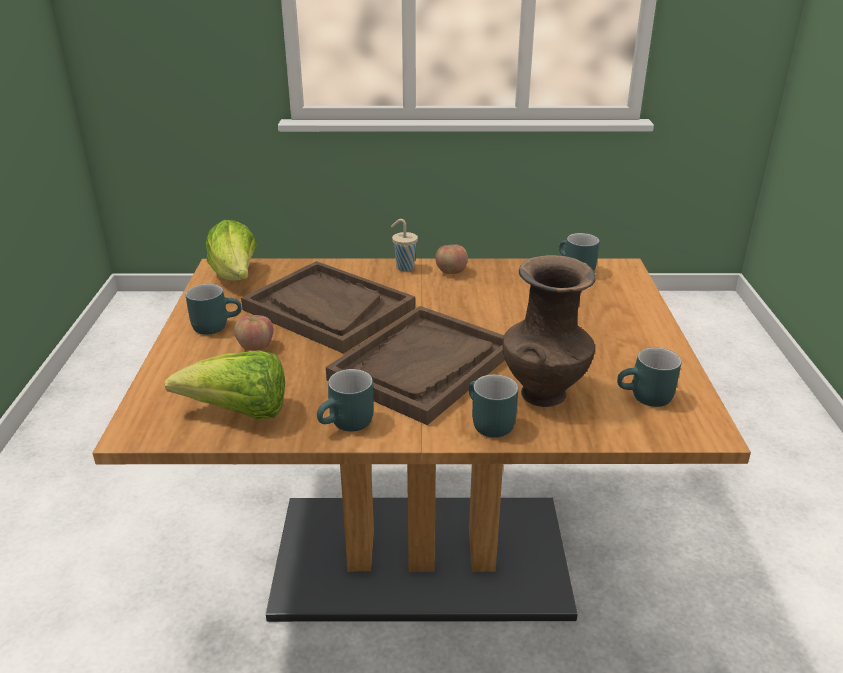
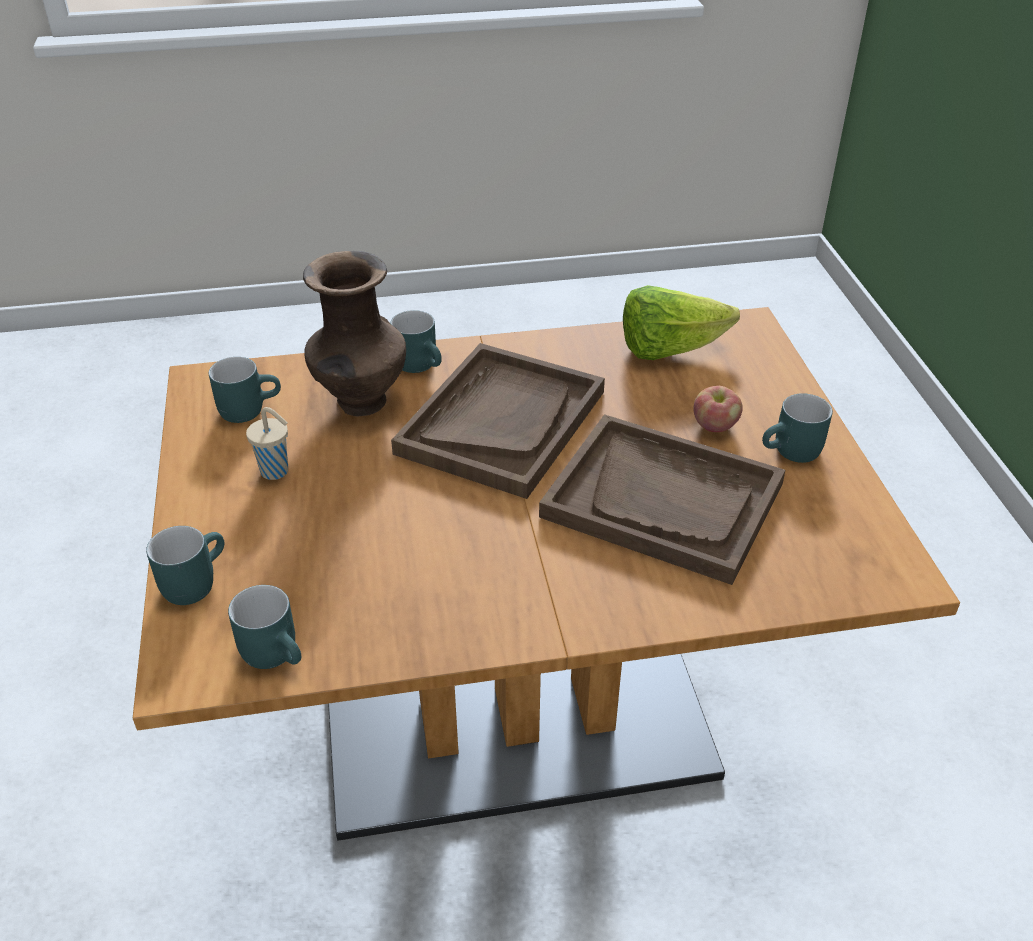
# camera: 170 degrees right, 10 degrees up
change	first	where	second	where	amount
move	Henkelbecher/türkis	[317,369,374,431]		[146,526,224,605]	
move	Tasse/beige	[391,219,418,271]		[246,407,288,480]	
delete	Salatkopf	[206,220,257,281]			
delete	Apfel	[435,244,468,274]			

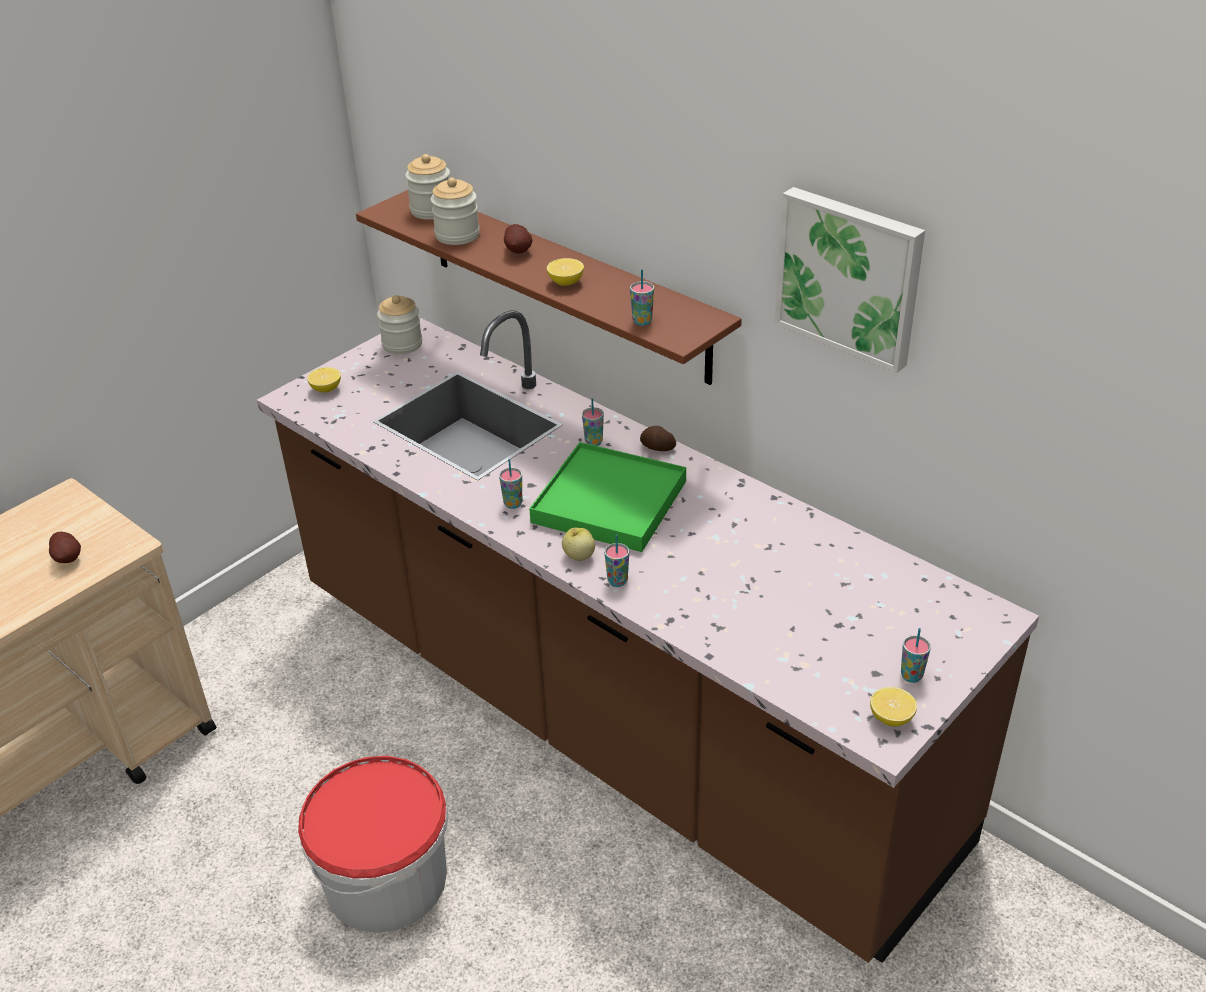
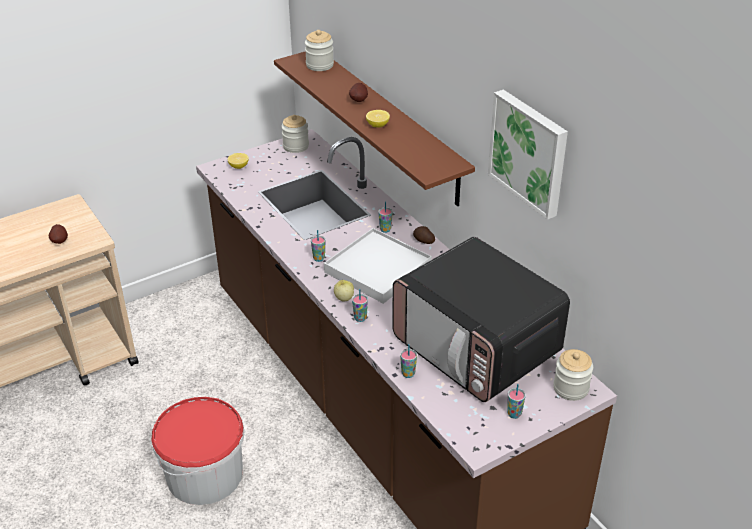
# camera: 15 degrees right, 0 degrees up
change	first	where	second	where	amount
recolor	Tablett/grün	[529,442,686,552]	Tablett/weiß	[324,228,432,304]	
insert			Mikrowelle	[392,237,570,402]	
move	Tasse	[630,269,654,326]		[400,344,417,378]	
move	Vorratsglas	[431,178,480,245]		[553,349,593,401]	
delete	Zitrone	[870,687,917,727]			

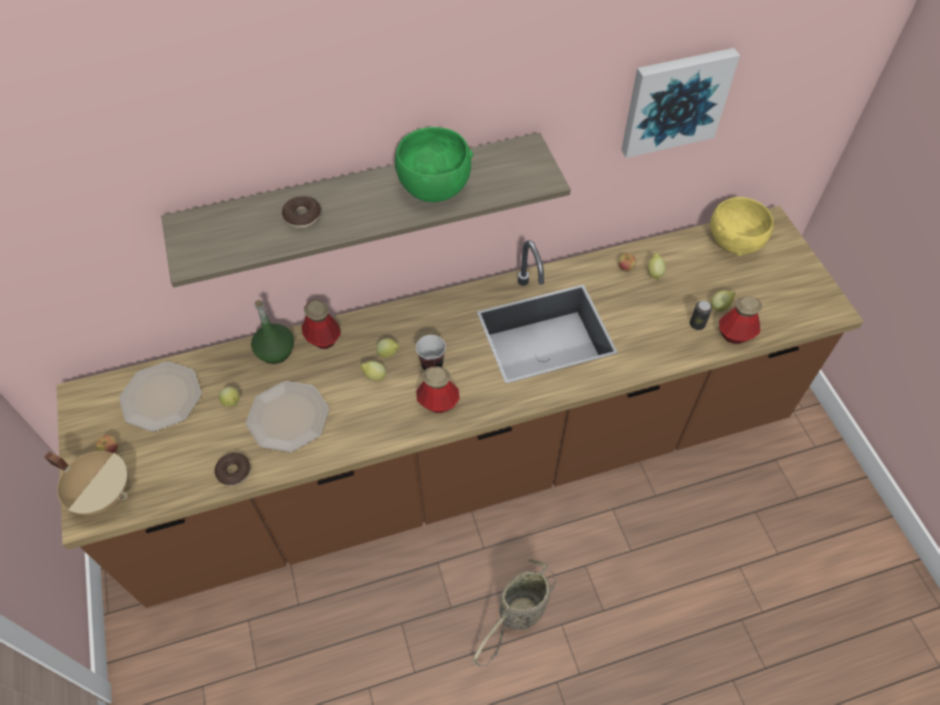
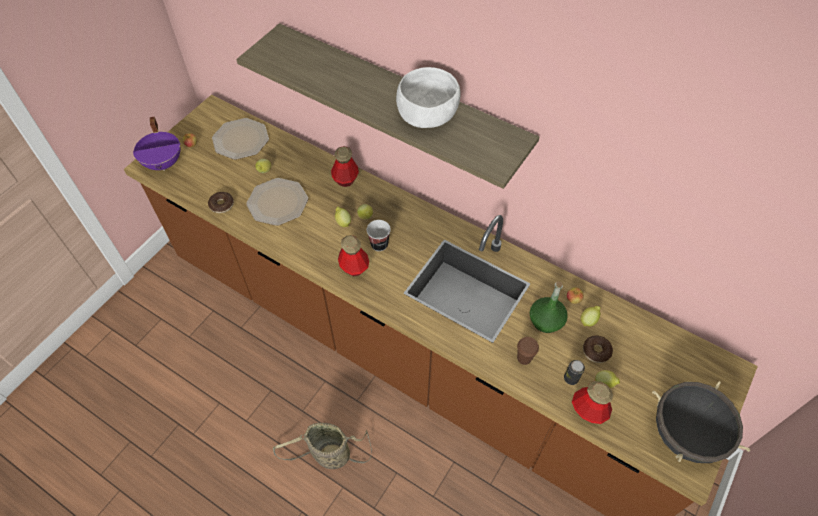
# camera: 50 degrees right, 0 degrees up
change	first	where	second	where	amount
recolor	Kochtopf/beige	[45,451,129,515]	Kochtopf/lila	[133,117,180,171]	
recolor	Schüssel/grün	[395,127,473,202]	Schüssel/weiß	[396,67,461,128]	
insert			Tasse/braun	[517,337,539,365]	
move	Flasche/grün	[251,300,294,364]		[530,281,568,333]	
move	Donut	[282,196,321,229]		[583,335,613,363]	
insert			Kochtopf/schwarz	[652,381,750,463]	
delete	Bild	[621,48,740,158]			
delete	Schüssel/gelb	[710,197,774,256]			

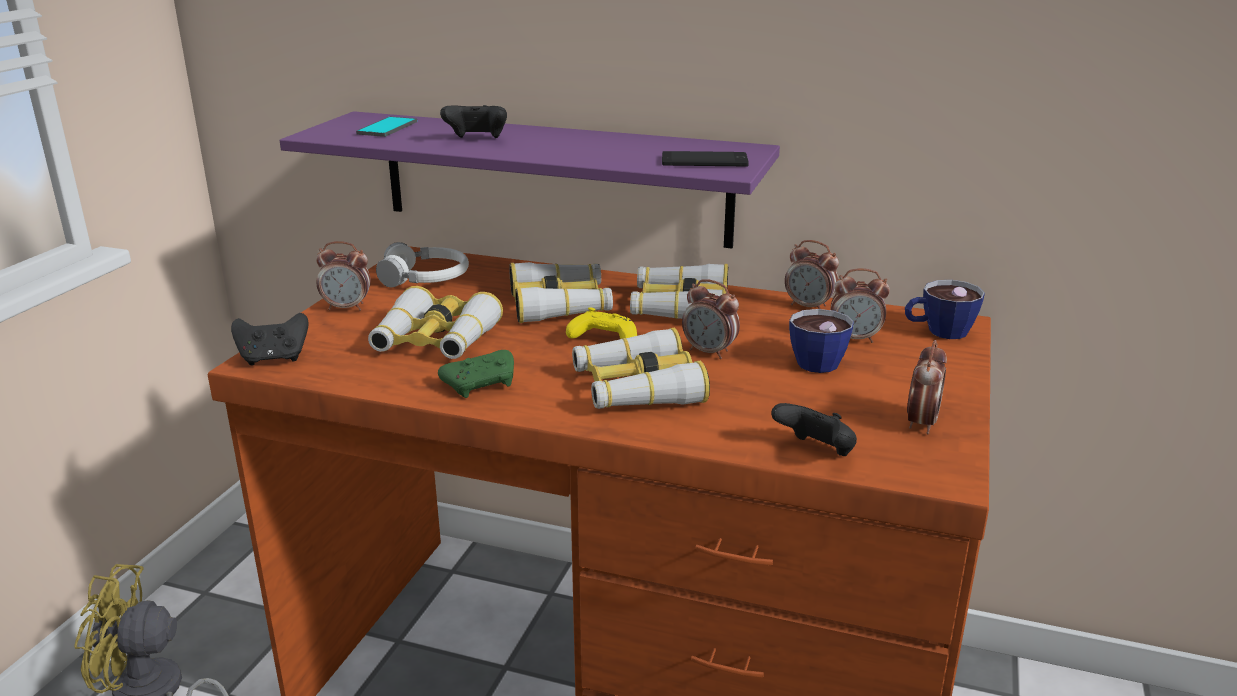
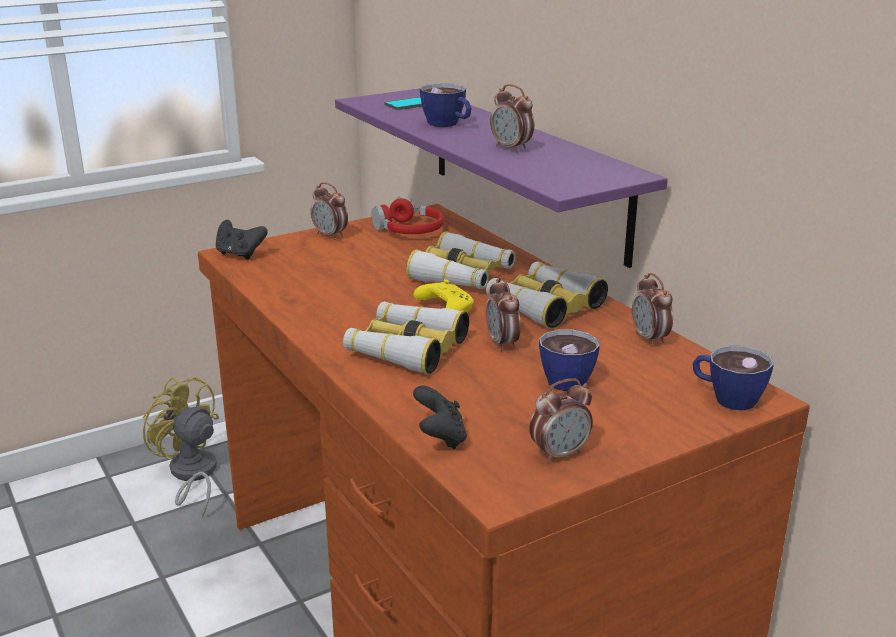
# camera: 40 degrees right, 0 degrees up
change	first	where	second	where	amount
recolor	Kopfhörer/weiß	[376,242,469,288]	Kopfhörer/rot	[372,197,444,234]	
replace	Gamepad/schwarz	[440,105,507,138]	Tasse	[420,83,471,127]	
move	Wecker	[830,268,890,343]		[490,84,534,152]	
delete	Fernglas	[368,286,503,359]			
delete	Gamepad/grün	[438,350,514,398]			
delete	Handy	[662,151,749,167]			

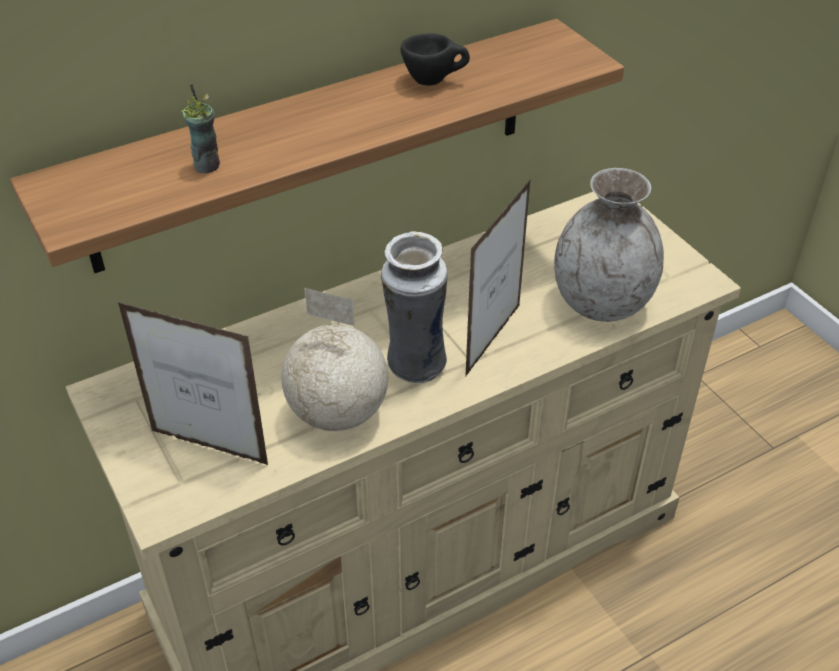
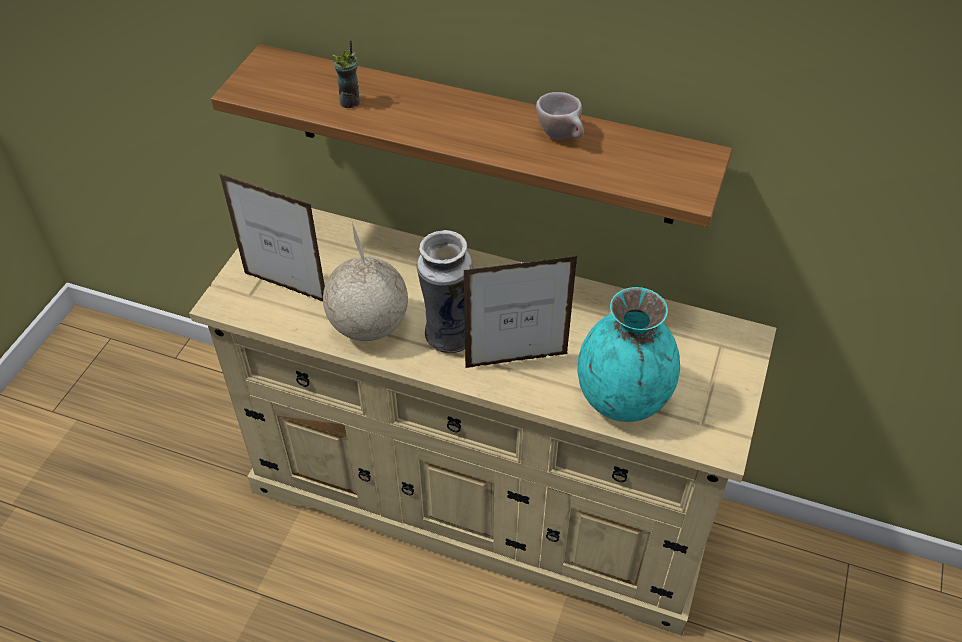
# camera: 50 degrees right, 5 degrees up
change	first	where	second	where	amount
rotate	Bilderrahmen	[117,302,268,465]		[220,174,325,301]	135 degrees clockwise
recolor	Tasse/schwarz	[401,33,470,86]	Tasse/beige	[536,92,584,140]	
recolor	Vase/grau	[554,168,664,322]	Vase/türkis	[577,287,680,422]	

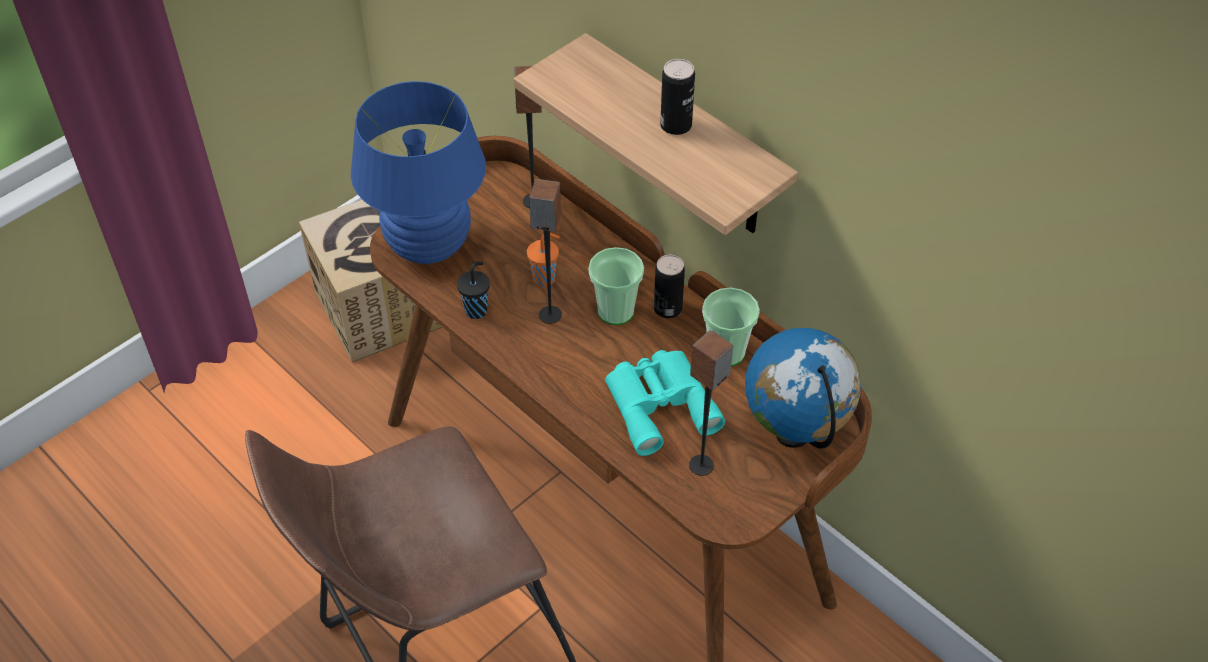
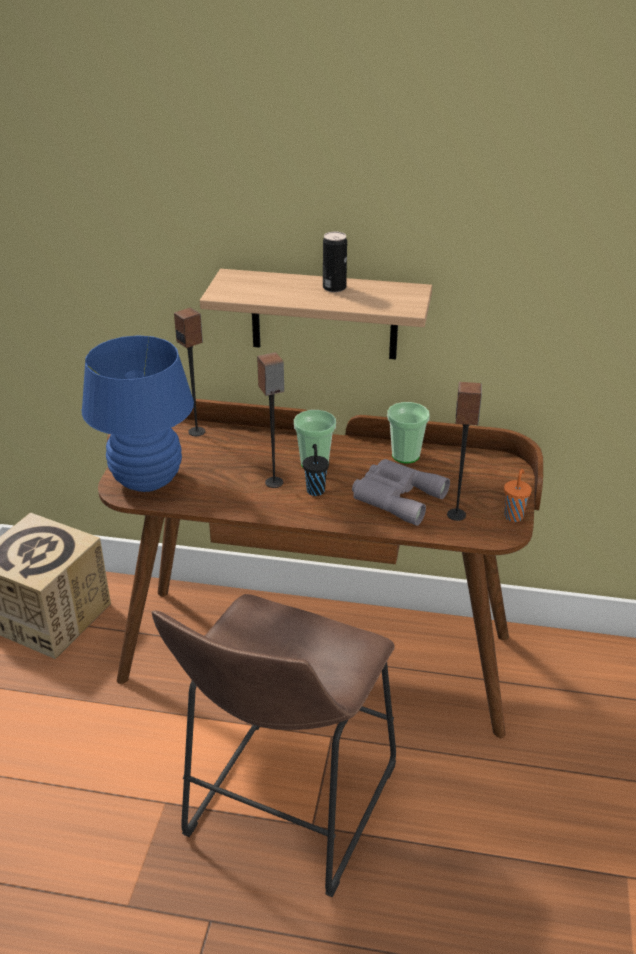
# camera: 35 degrees left, 15 degrees down
change	first	where	second	where	amount
move	Tasse/schwarz	[457,262,490,319]		[303,444,329,496]	
recolor	Fernglas/türkis	[605,350,725,456]	Fernglas/grau	[352,459,450,526]	
move	Tasse/orange	[527,233,560,287]		[504,469,532,522]	
delete	Dose	[654,255,685,318]			
delete	Globus	[745,328,861,449]			

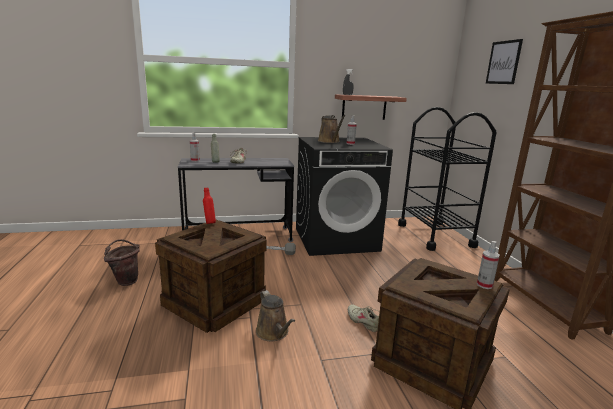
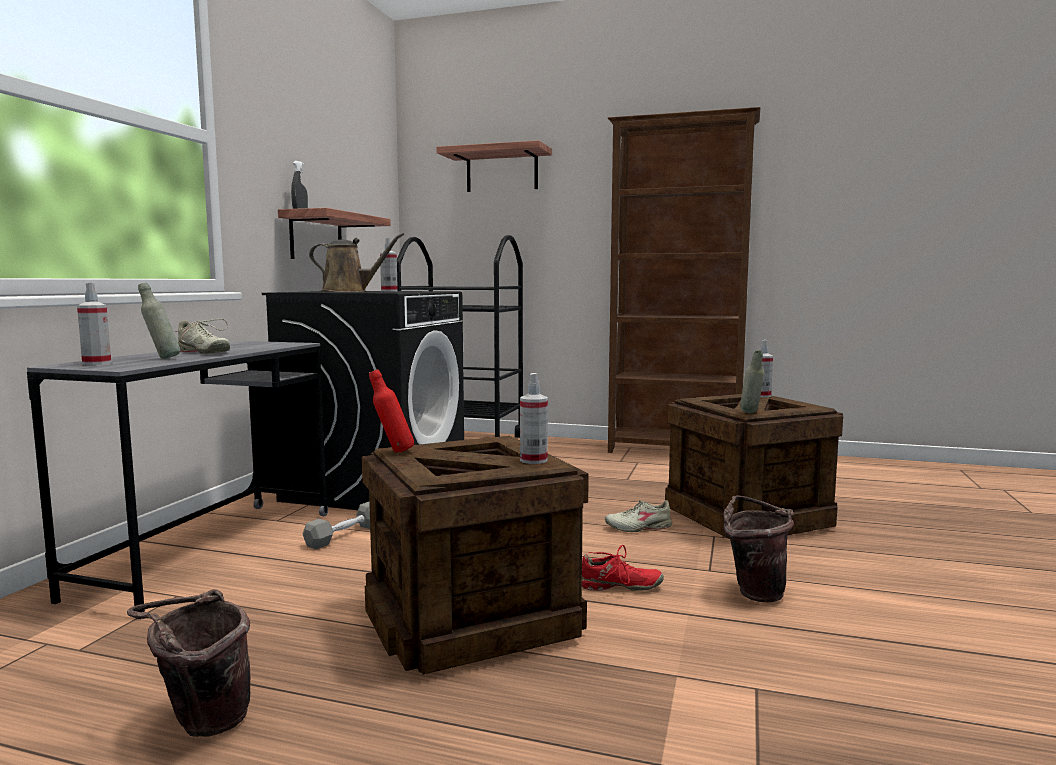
# camera: 60 degrees left, 10 degrees down
change	first	where	second	where	amount
replace	Bild	[486,39,523,84]	Wandregal	[437,140,552,192]	
insert			Sprühflasche	[520,373,548,464]	
replace	Gießkanne/braun	[256,290,295,341]	Schuh/rot	[582,545,664,591]	
insert			Eimer/braun	[723,495,794,602]	
insert			Flasche/grau	[740,350,764,413]	

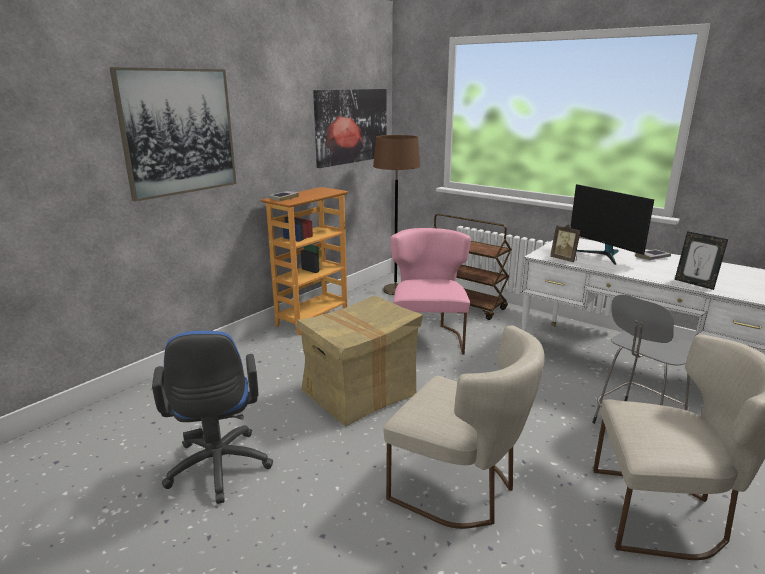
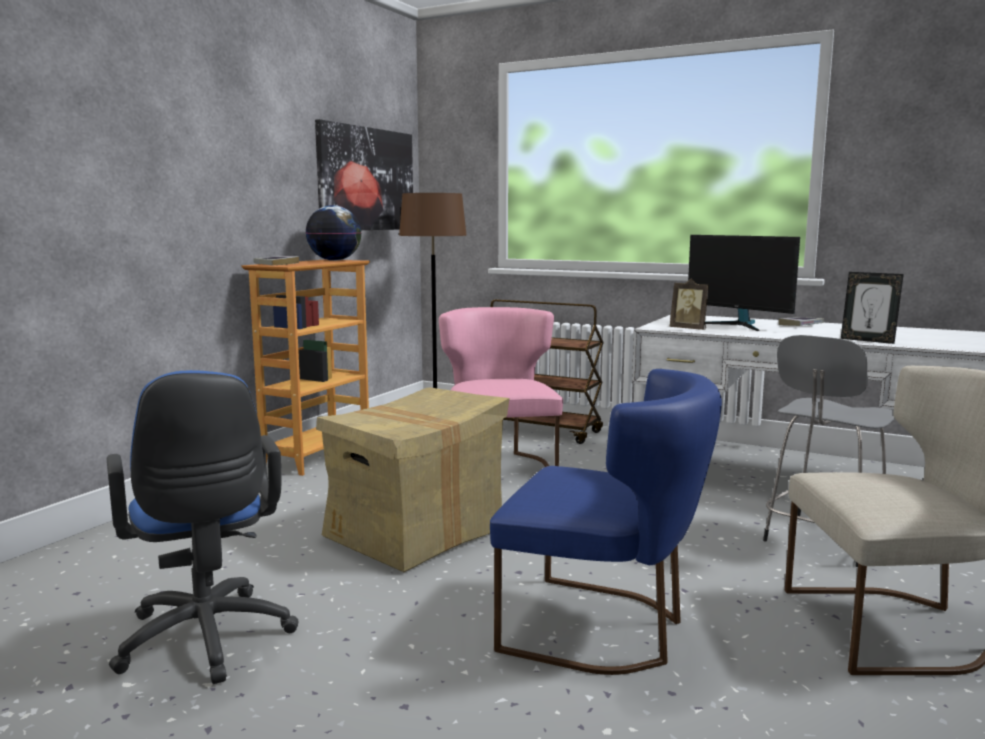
# camera: 10 degrees left, 10 degrees down
change	first	where	second	where	amount
insert			Globus	[306,205,362,261]	
recolor	Stuhl/beige	[384,325,545,529]	Stuhl/blau	[490,369,722,675]	
delete	Bild	[110,67,237,202]			

